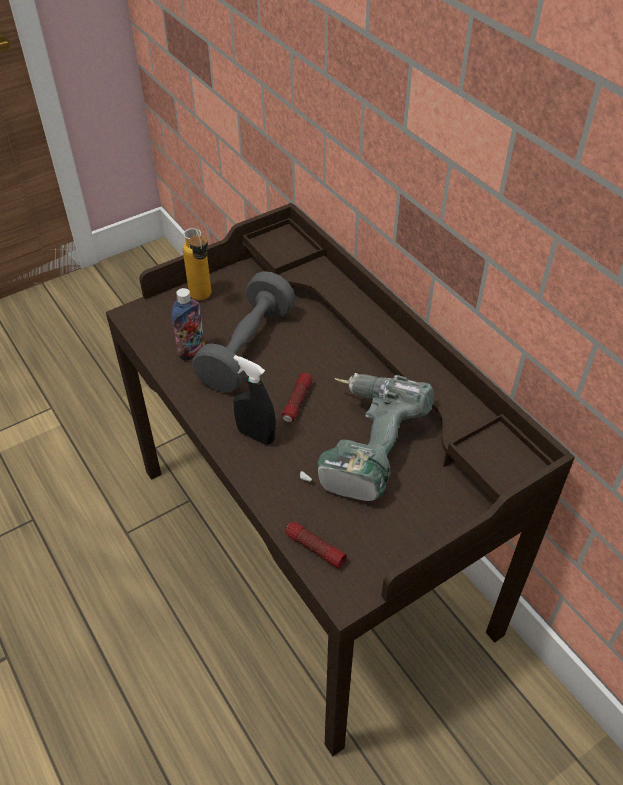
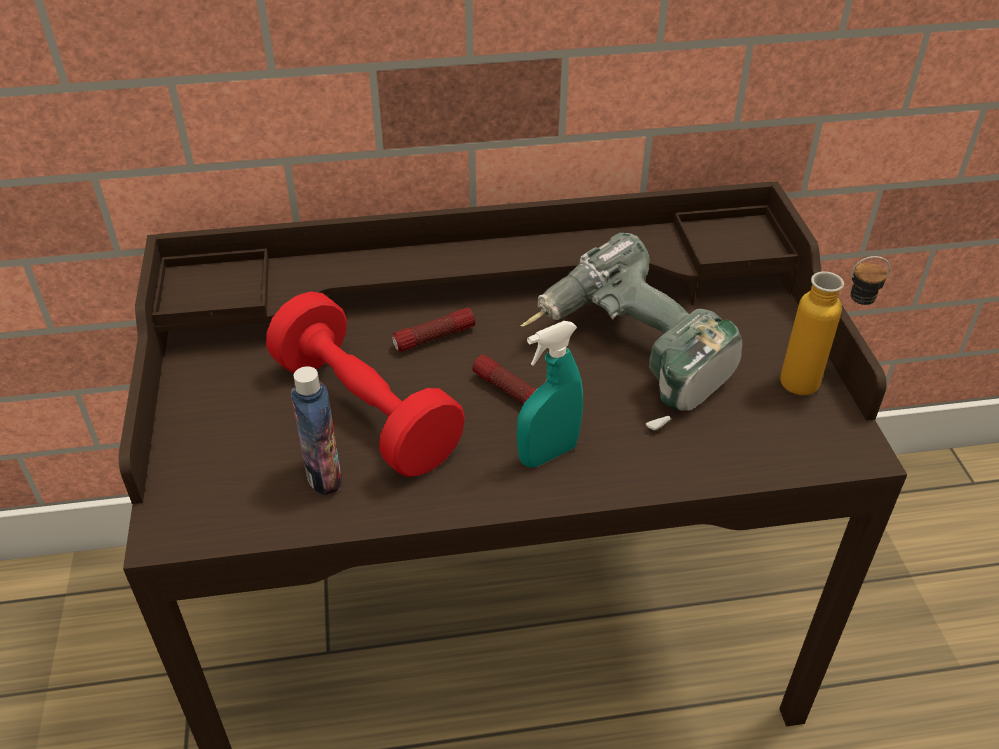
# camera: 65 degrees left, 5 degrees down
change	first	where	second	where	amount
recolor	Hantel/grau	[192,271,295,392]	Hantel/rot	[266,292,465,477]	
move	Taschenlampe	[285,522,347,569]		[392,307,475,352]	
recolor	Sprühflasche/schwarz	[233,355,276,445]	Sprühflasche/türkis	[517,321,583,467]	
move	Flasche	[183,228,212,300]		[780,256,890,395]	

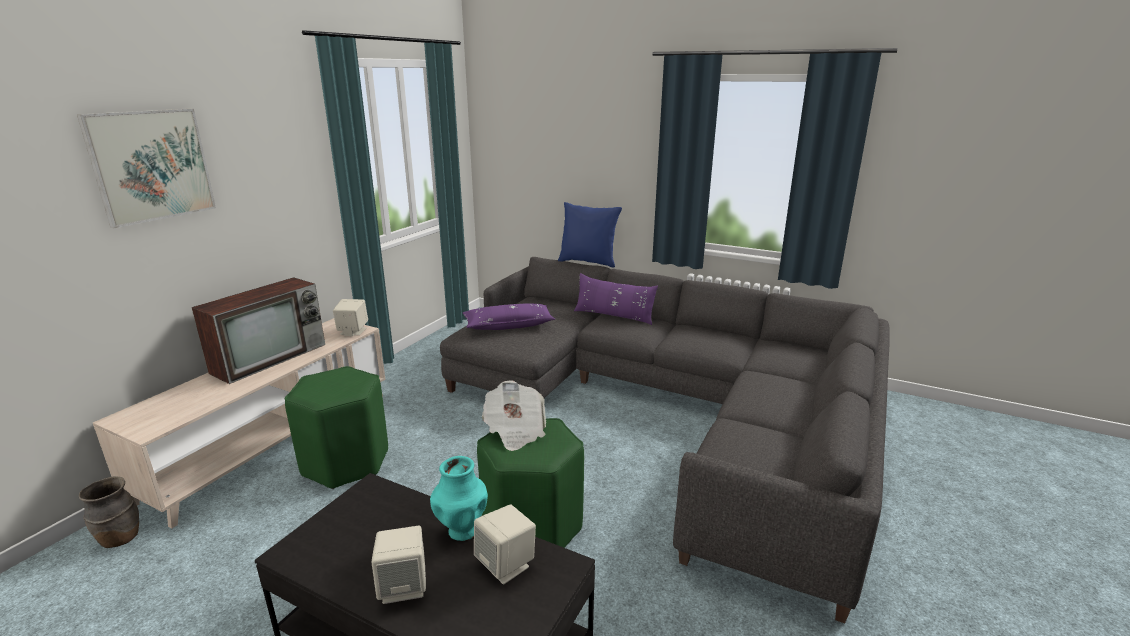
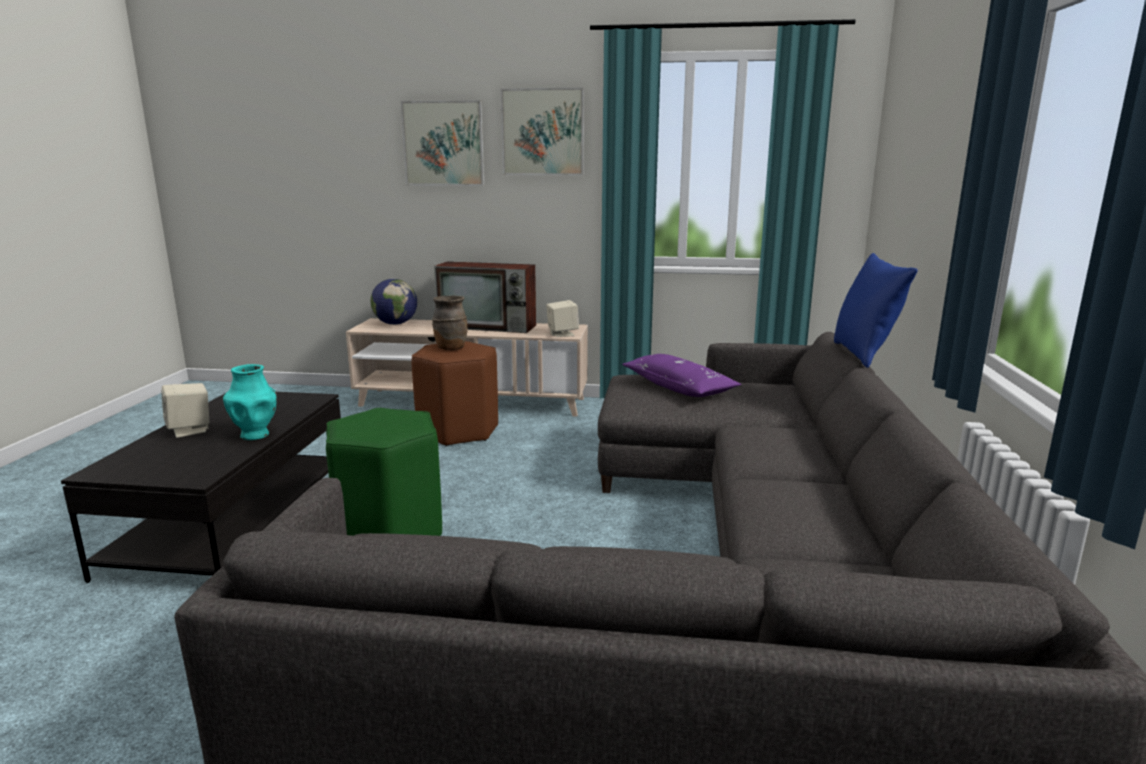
# camera: 70 degrees right, 5 degrees down
change	first	where	second	where	amount
insert			Globus	[370,279,417,325]	
recolor	Hocker/grün	[285,366,388,489]	Hocker/braun	[412,341,498,447]	
move	Vase/braun	[79,476,139,548]		[432,296,468,350]	
insert			Bild	[501,88,584,175]	
delete	Lautsprecher/beige	[474,504,536,584]			
delete	Zeitung	[482,381,546,451]			
delete	Kissen/lila	[574,273,658,325]			

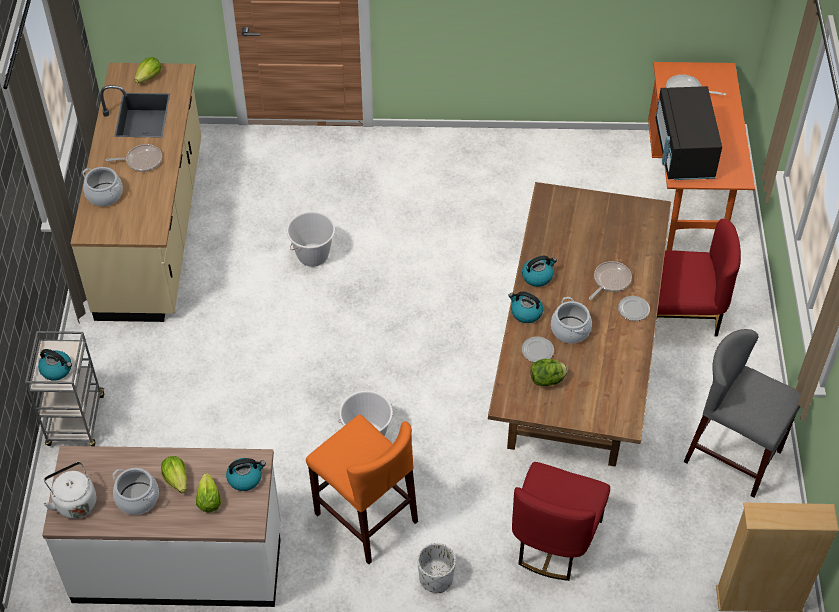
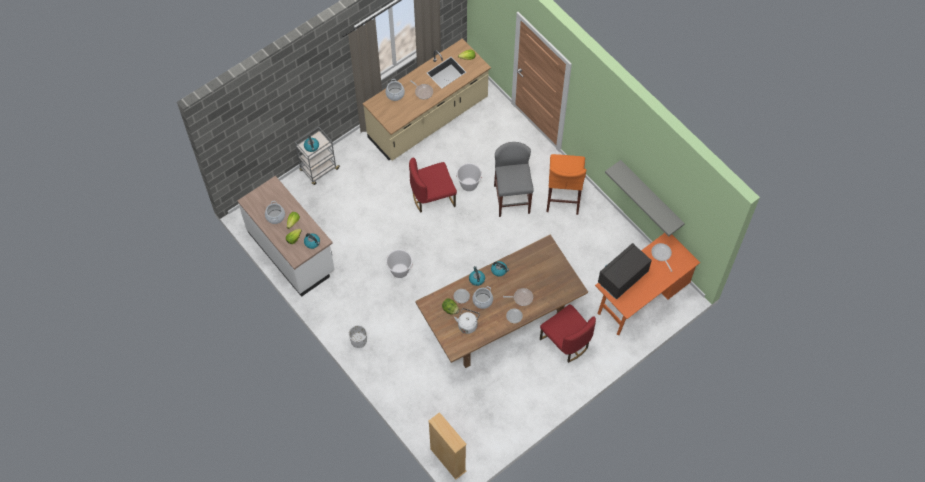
# camera: 50 degrees right, 10 degrees up
change	first	where	second	where	amount
move	Stuhl/rot	[512,462,610,581]		[409,157,457,213]	
move	Wasserkessel/weiß	[43,462,96,519]		[454,308,480,334]	
move	Hocker/grau	[684,329,801,498]		[494,142,534,217]	
move	Hocker/orange	[306,415,418,564]		[546,154,586,215]	
insert			Wandregal/grau	[605,160,685,236]	

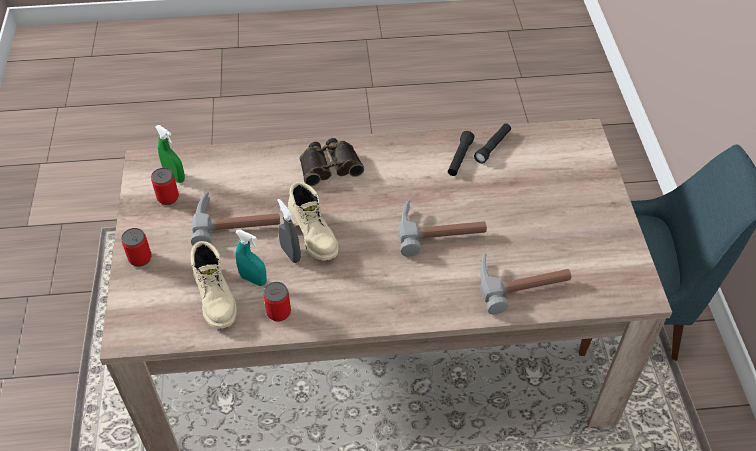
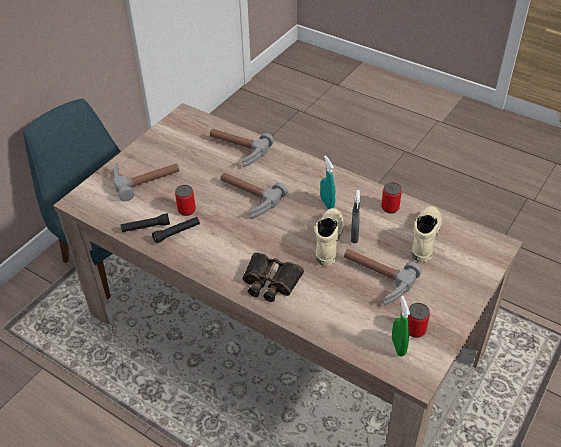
# camera: 140 degrees left, 5 degrees down
change	first	where	second	where	amount
insert			Hammer	[113,163,179,201]	
move	Dose	[121,228,152,267]		[175,185,196,216]	
move	Sprühflasche/türkis	[235,230,267,286]		[320,155,336,209]	

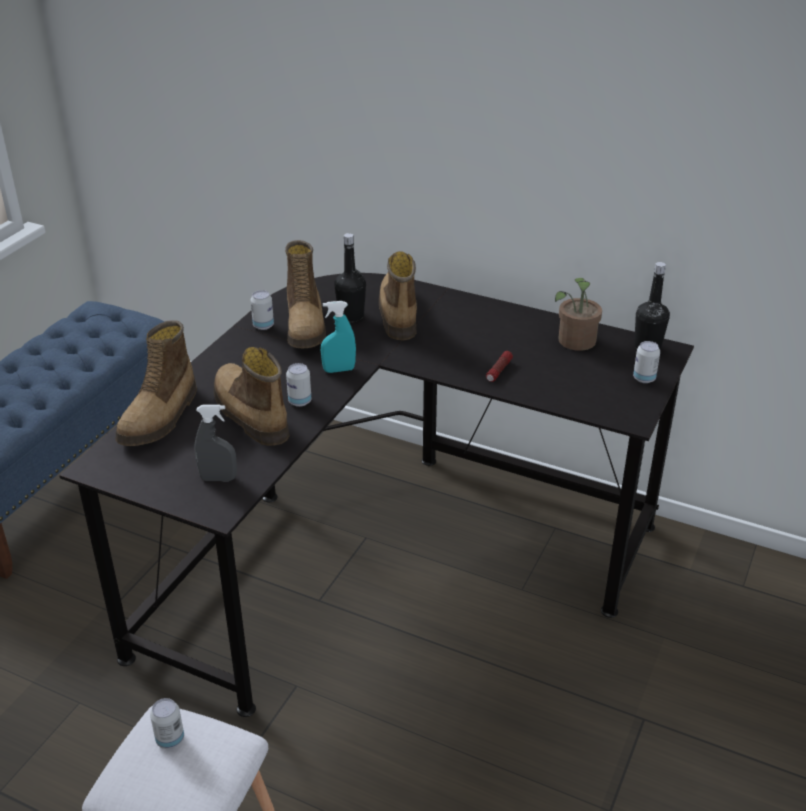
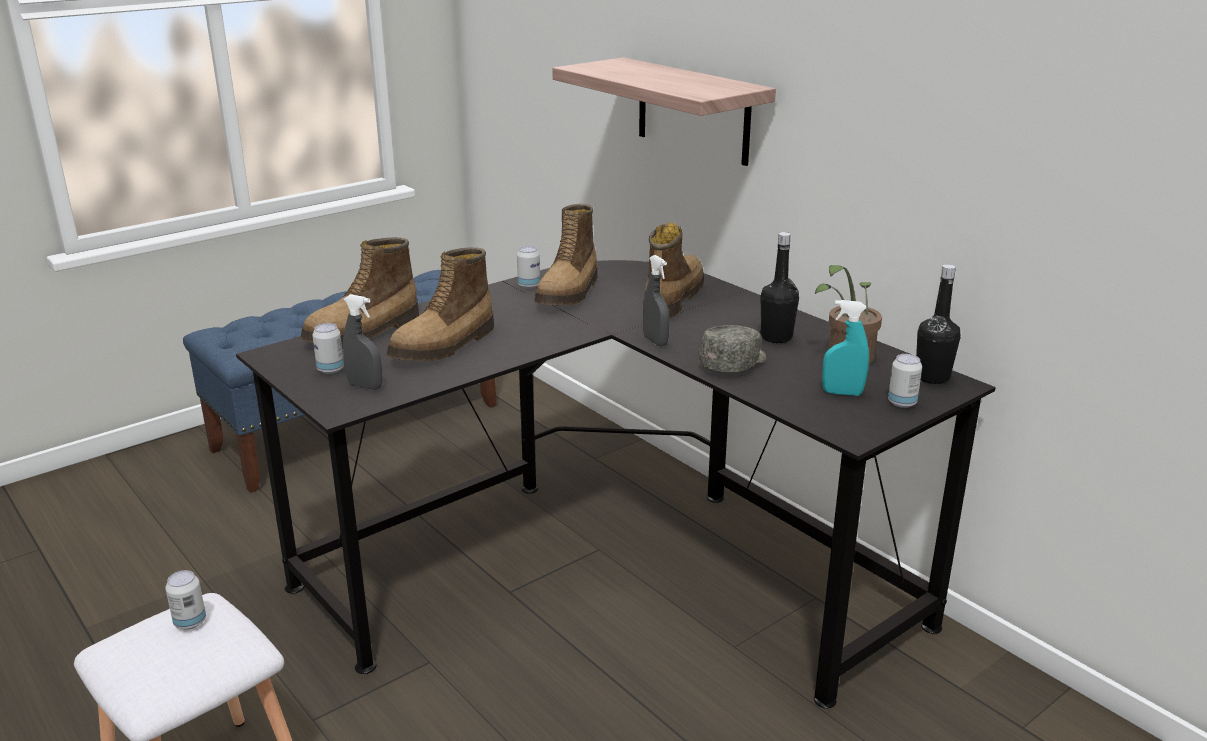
# camera: 25 degrees right, 10 degrees down
change	first	where	second	where	amount
move	Dose	[286,363,311,407]		[312,323,344,374]	
rotate	Stiefel	[214,347,290,446]		[387,247,494,361]	135 degrees counterclockwise
insert			Wandregal	[552,57,776,166]	
insert			Sprühflasche/grau	[643,255,670,346]	
replace	Taschenlampe	[486,351,513,382]	Kappe/grau	[699,325,766,372]	
move	Flasche/schwarz	[334,233,366,322]		[760,232,799,343]	
move	Sprühflasche/türkis	[321,301,356,373]		[822,300,869,396]	

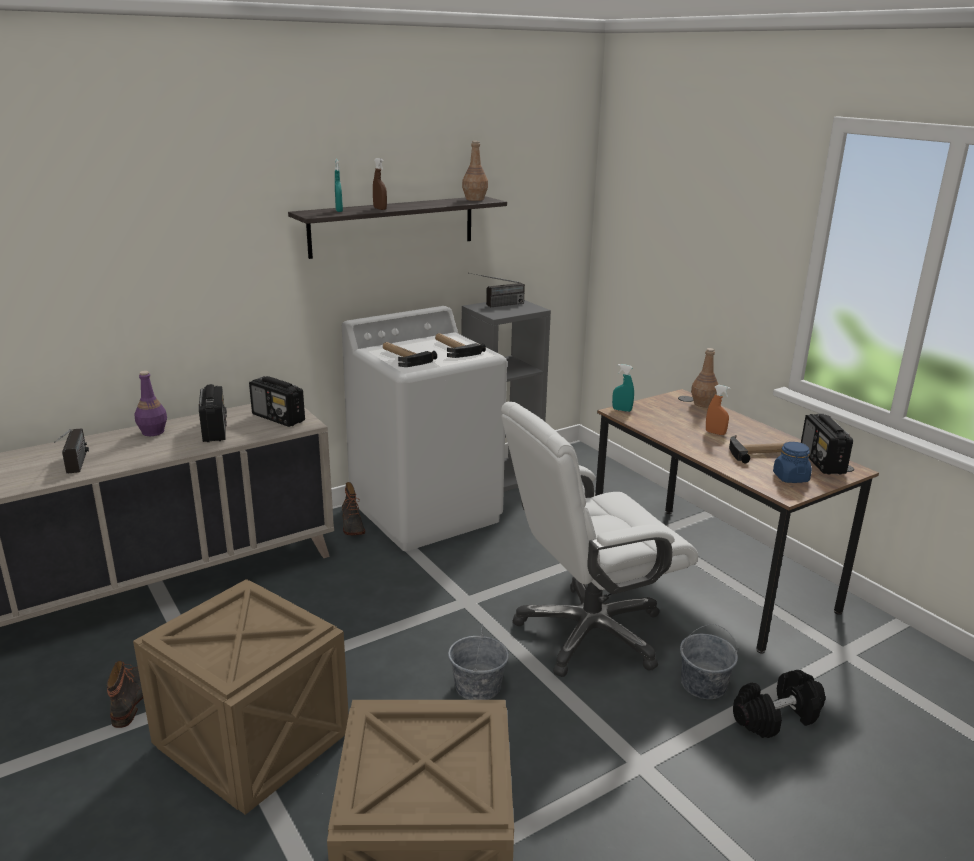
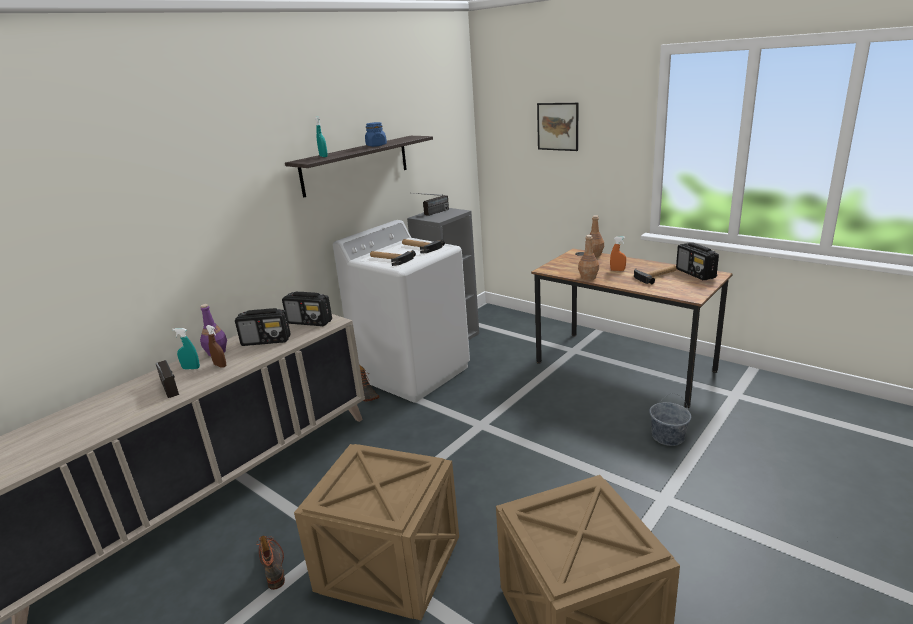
# camera: 15 degrees left, 0 degrees up
change	first	where	second	where	amount
move	Sprühflasche/türkis	[612,364,634,412]		[172,328,200,369]	
move	Sprühflasche/braun	[373,158,387,210]		[206,325,226,368]	
rotate	Radio	[199,384,227,442]		[235,308,290,346]	120 degrees clockwise
move	Vorratsglas/blau	[773,442,812,483]		[365,122,387,147]	
insert			Bild	[537,103,579,151]	
move	Flasche/braun	[462,141,488,201]		[578,235,599,280]	
delete	Eimer/grau	[448,624,509,700]			
delete	Bürostuhl/weiß	[501,402,698,677]			
delete	Hantel/schwarz	[733,670,825,738]			

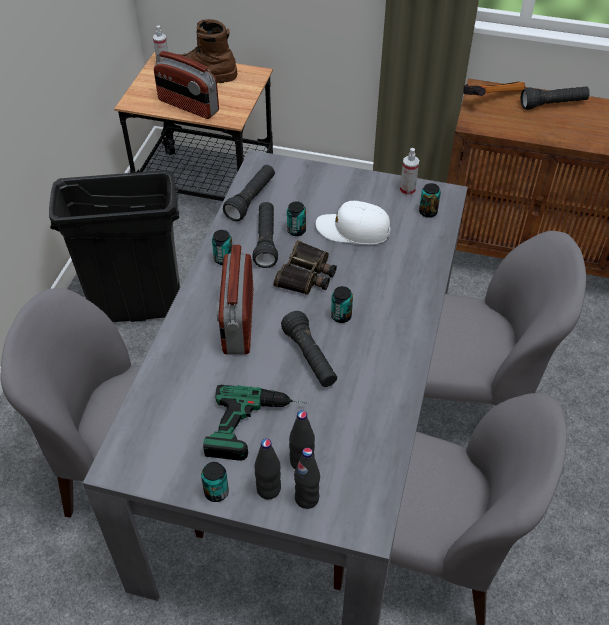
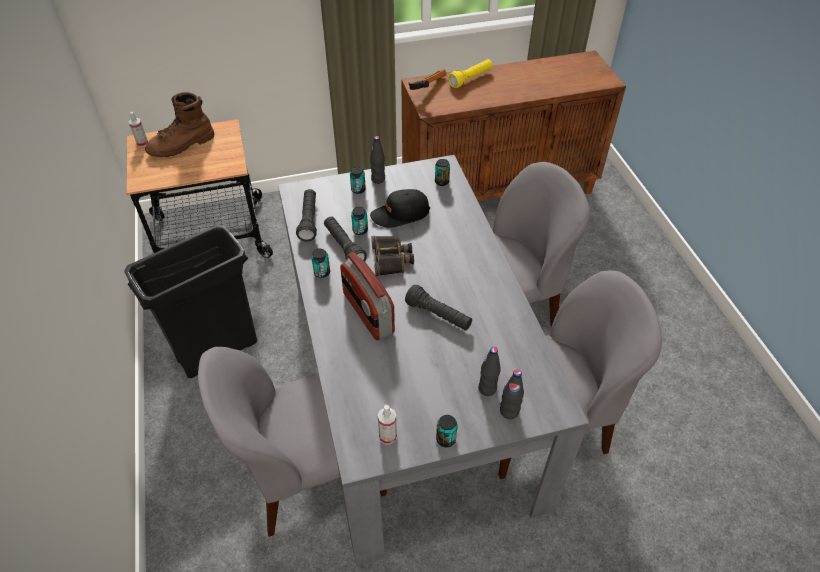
# camera: 30 degrees left, 0 degrees up
change	first	where	second	where	amount
move	Dose	[331,286,353,323]		[350,167,366,194]	
move	Flasche/schwarz	[255,439,281,500]		[370,136,385,184]	
recolor	Kappe/weiß	[316,201,390,245]	Kappe/schwarz	[370,189,430,228]	
move	Sprühflasche	[400,148,419,196]		[378,405,397,444]	
recolor	Taschenlampe/schwarz	[521,86,590,110]	Taschenlampe/gelb	[448,59,493,88]	
delete	Radio	[154,51,219,119]			
delete	Bohrmaschine	[203,385,307,461]			

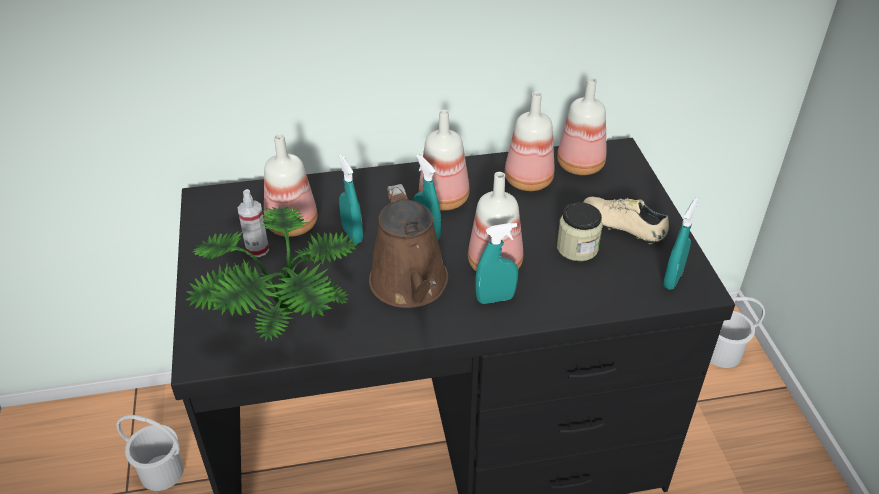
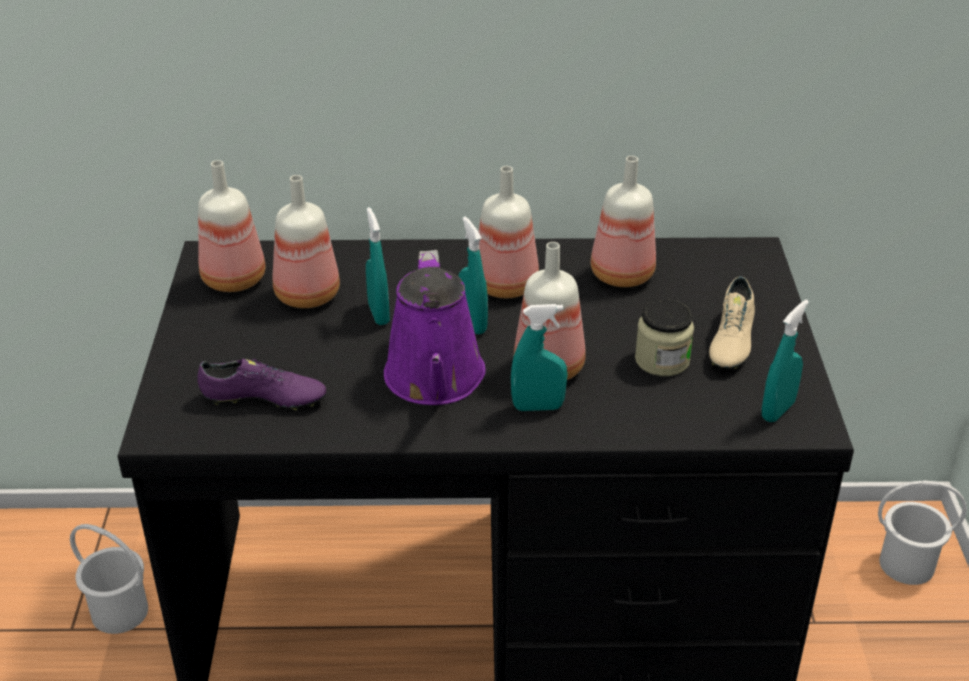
# camera: 10 degrees right, 5 degrees down
change	first	where	second	where	amount
replace	Topfpflanze	[186,206,358,341]	Schuh/lila	[197,359,326,410]	
move	Flasche	[557,78,606,175]		[198,160,266,292]	
recolor	Gießkanne/braun	[369,184,448,308]	Gießkanne/lila	[384,250,486,405]	
rotate	Schuh/beige	[583,197,669,244]		[709,277,755,369]	120 degrees counterclockwise
delete	Sprühflasche	[238,189,269,257]			

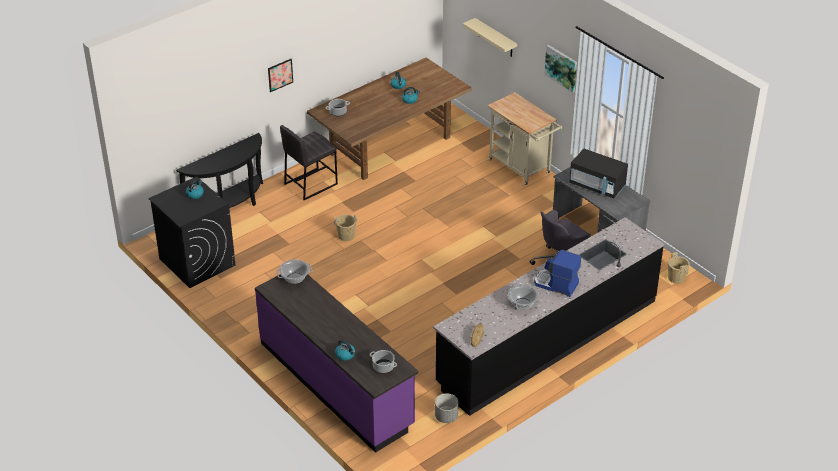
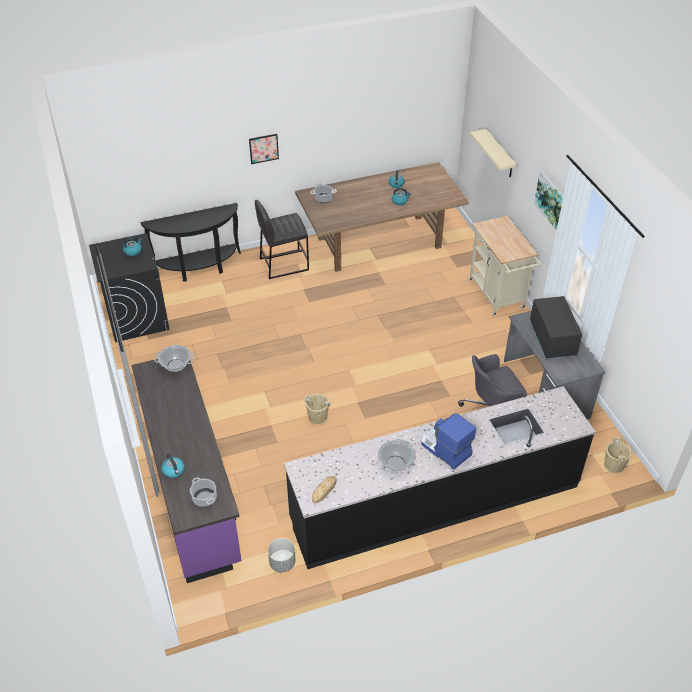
# camera: 20 degrees right, 5 degrees up
change	first	where	second	where	amount
move	Eimer/beige	[334,215,357,241]		[305,394,331,424]	
rotate	Mikrowelle/schwarz	[569,149,628,198]		[530,296,582,359]	150 degrees counterclockwise

